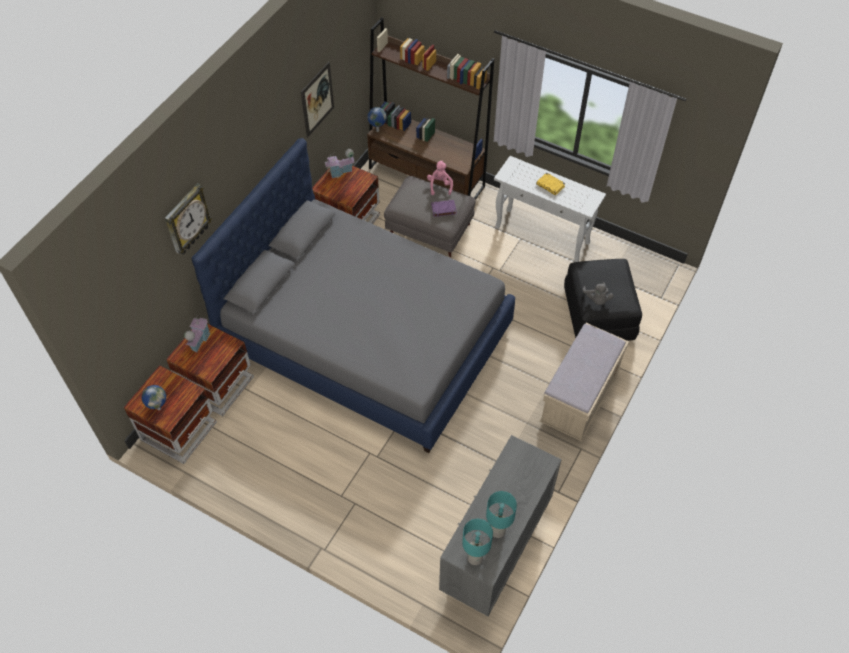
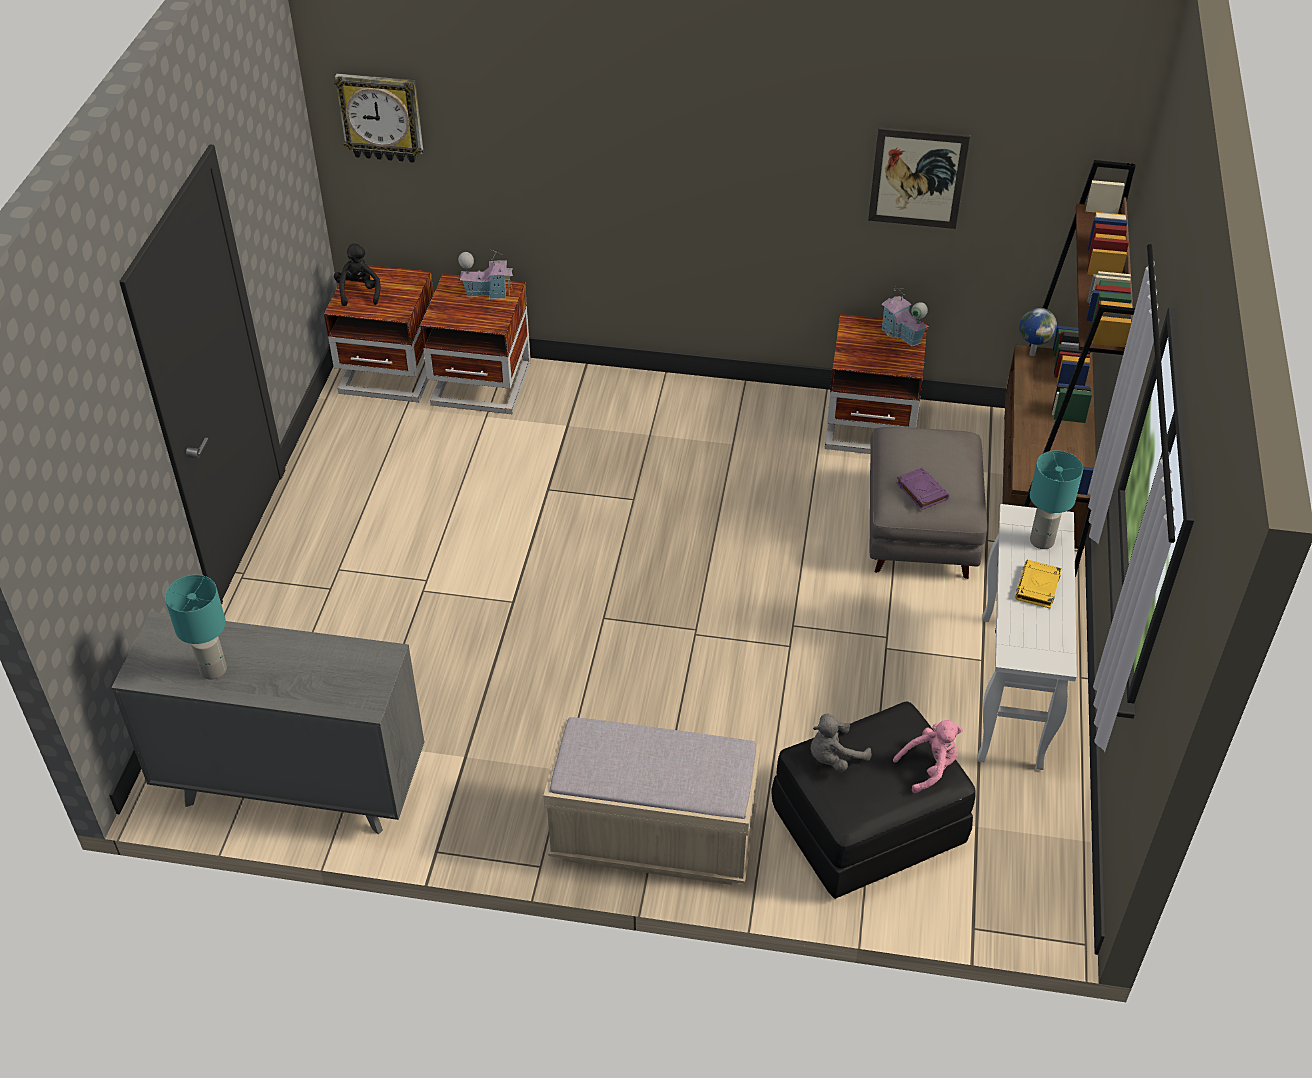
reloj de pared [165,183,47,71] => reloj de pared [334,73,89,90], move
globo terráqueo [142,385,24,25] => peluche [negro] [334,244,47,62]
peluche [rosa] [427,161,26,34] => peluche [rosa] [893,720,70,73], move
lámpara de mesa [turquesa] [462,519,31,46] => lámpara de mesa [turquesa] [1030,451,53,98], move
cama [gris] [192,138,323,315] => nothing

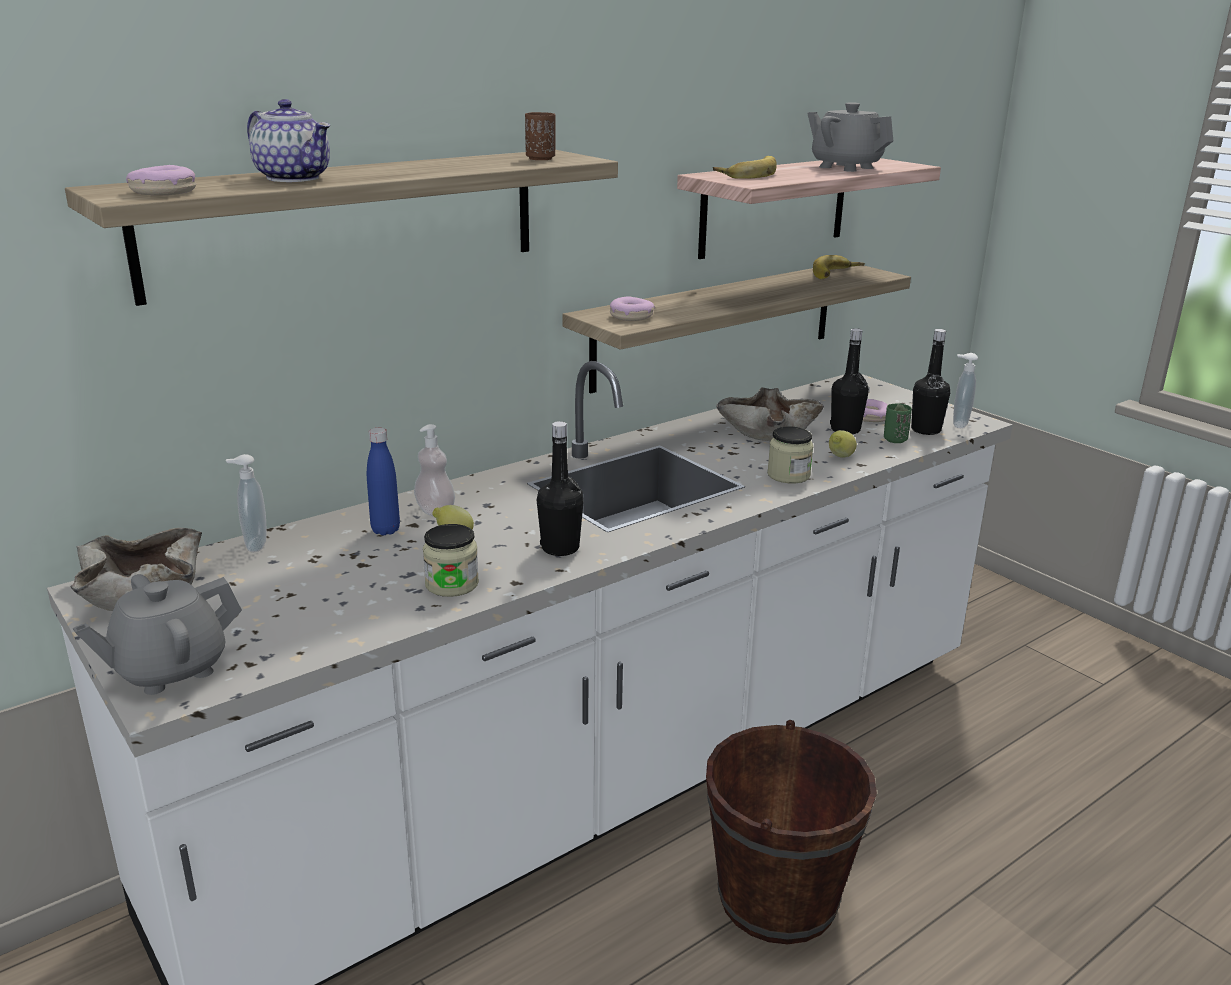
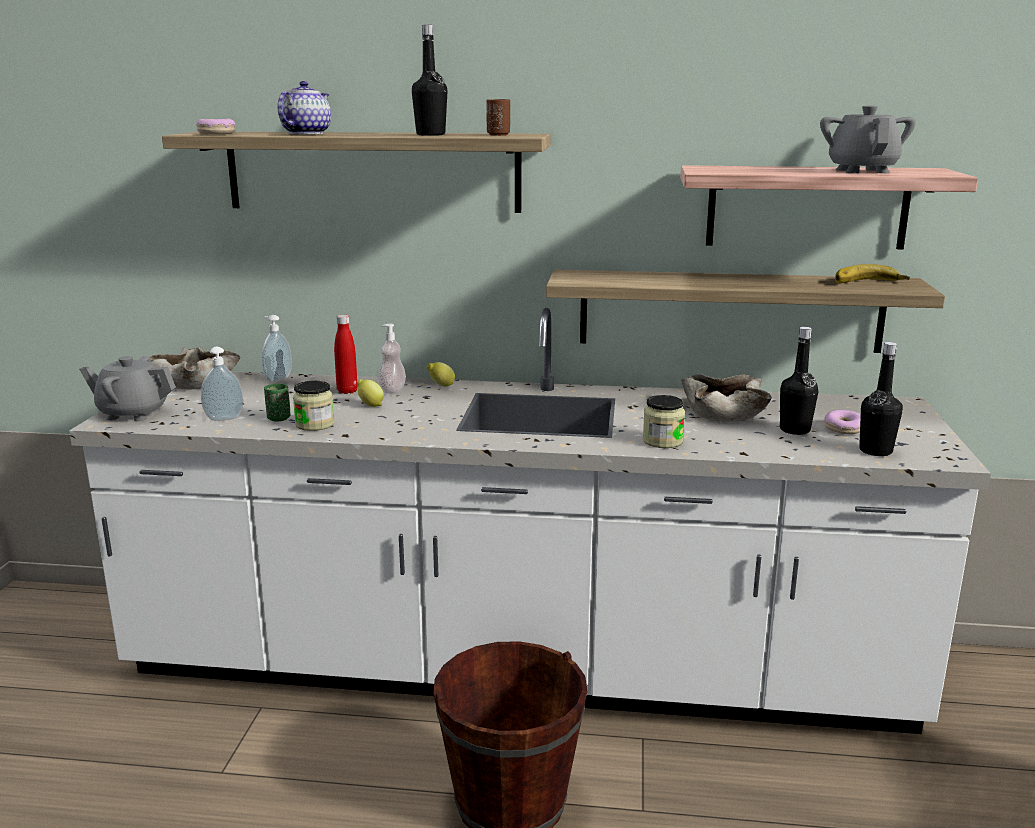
dispensador de jabón [953,353,25,75] => dispensador de jabón [201,347,42,74], move
taza [verde] [884,403,28,40] => taza [verde] [264,384,27,38], move
tetera [247,99,83,83] => tetera [277,81,54,53], 150 degrees counterclockwise
botella [azul] [367,428,33,107] => botella [rojo] [334,315,24,79]
botella [negro] [537,421,47,135] => botella [negro] [412,25,36,111], move
limón [829,430,28,28] => limón [427,362,28,24], move
rosquilla [610,296,45,25] => nothing
plátano [713,156,64,23] => nothing

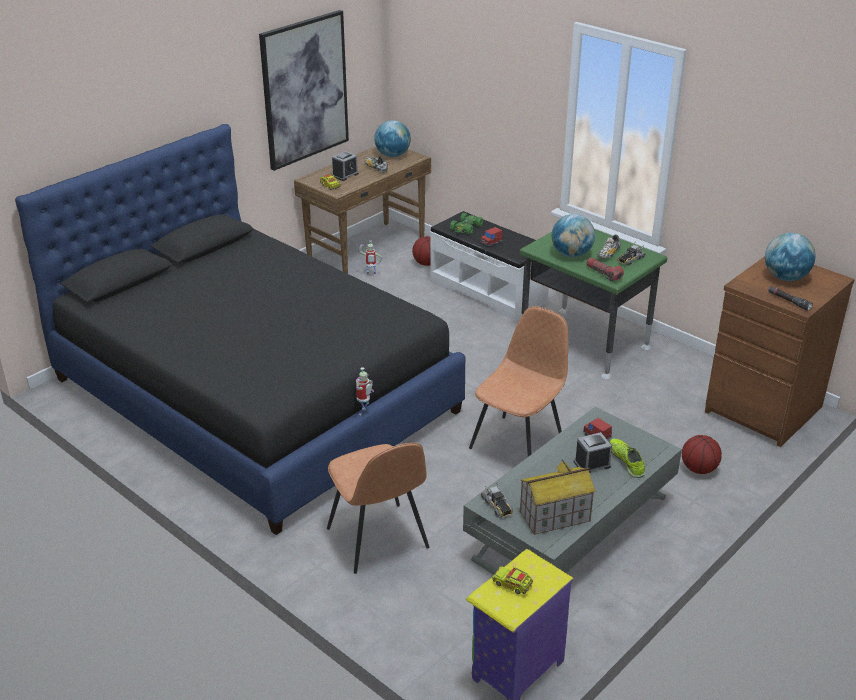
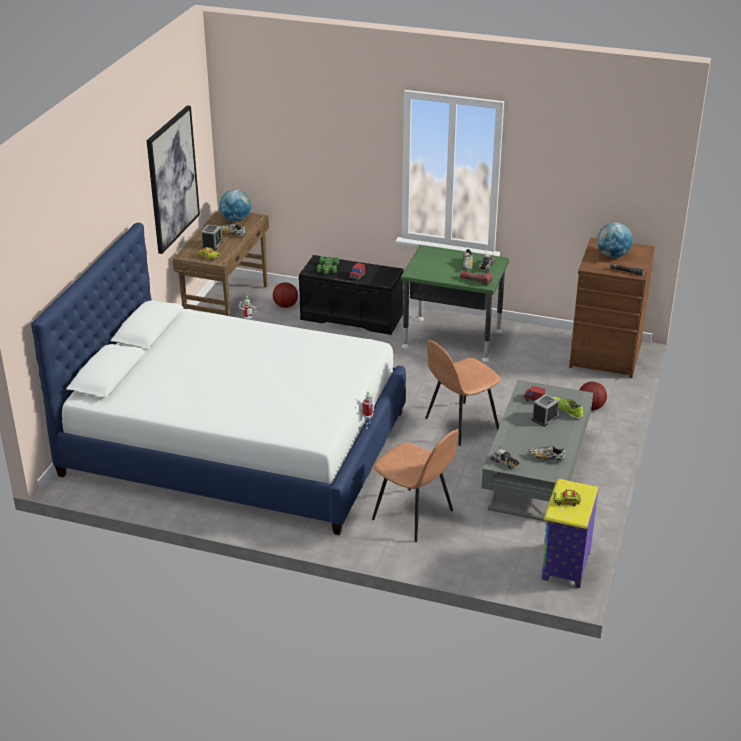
cama [negro] [15,124,451,411] => cama [blanco] [31,223,375,312]
banco [blanco] [430,211,119,110] => banco [negro] [298,255,106,80]
silla [marrón] [469,306,99,151] => silla [marrón] [425,340,76,106], 135 degrees counterclockwise
casita [520,459,75,76] => zapato [528,445,37,17]
globo terráqueo [552,214,43,43] => nothing

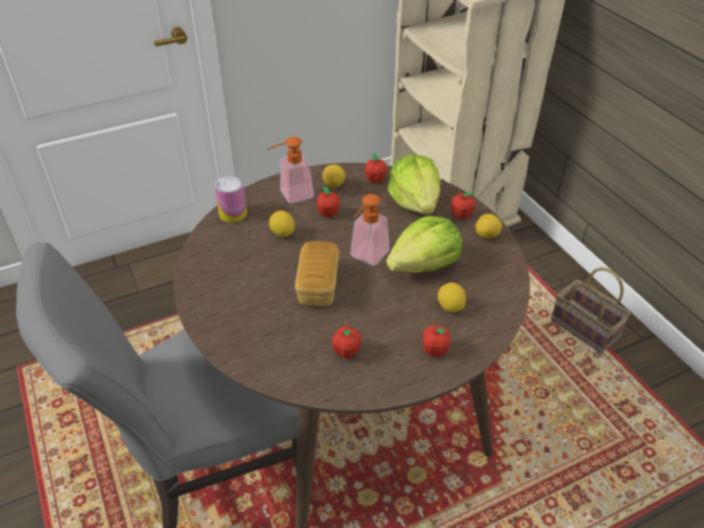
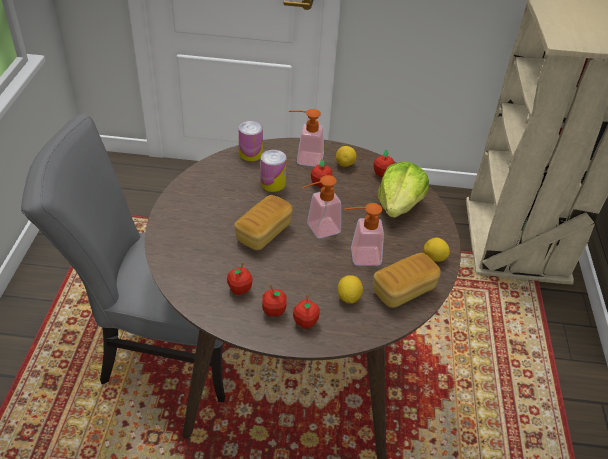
limón [269,210,26,27] => lata [261,150,26,42]
manzana [451,189,25,30] => manzana [262,284,25,33], move
lechuga [386,216,76,57] => dispensador de jabón [344,203,40,63]
nothing => pan [373,253,68,55]
cesta [551,267,80,86] => nothing

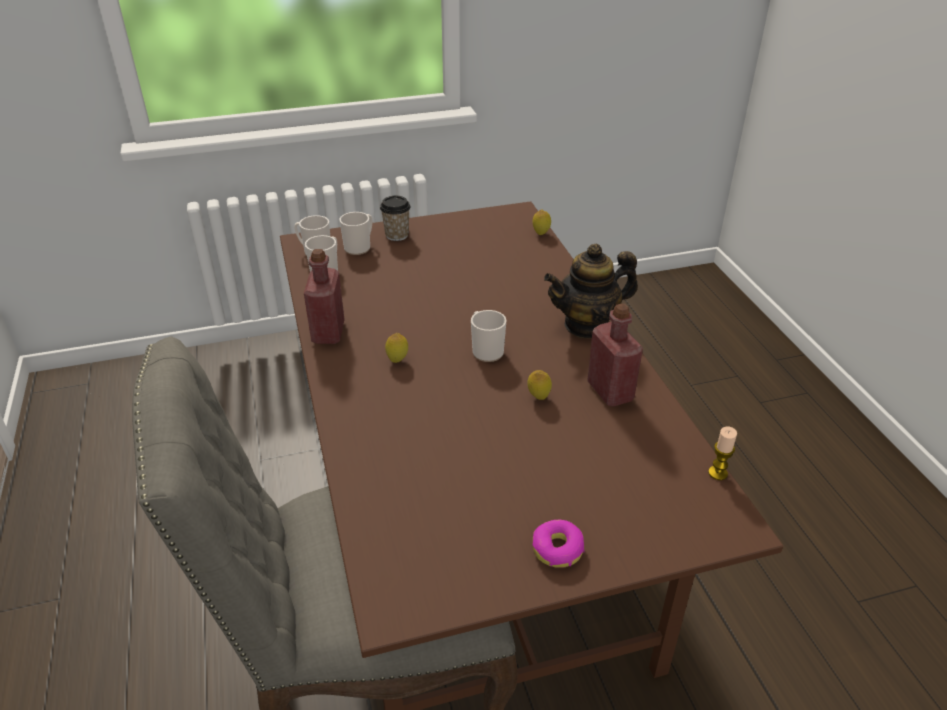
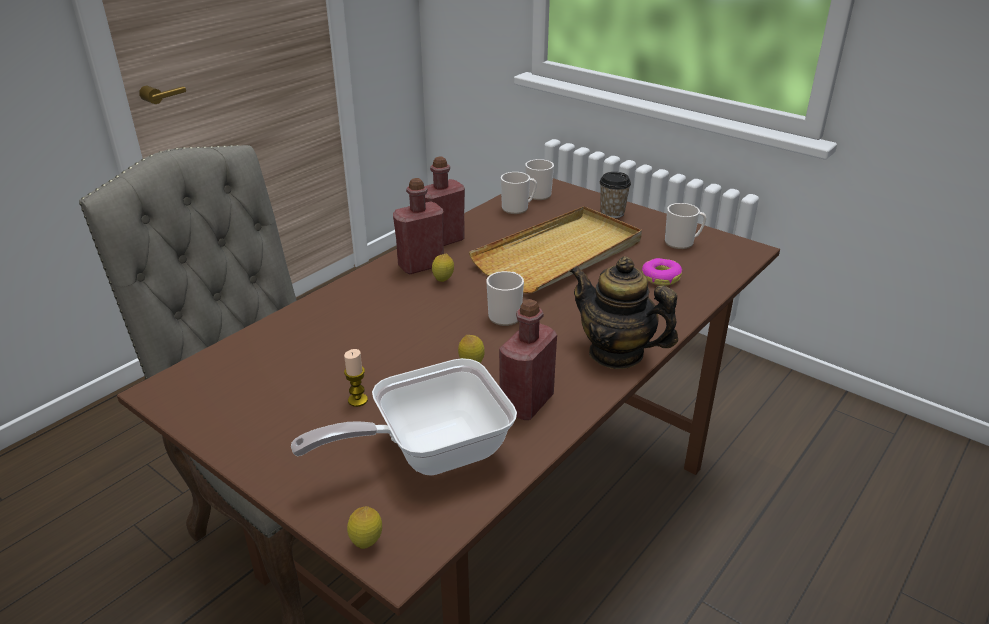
nothing => sartén [291,358,226,118]
vela [708,427,29,53] => vela [344,349,24,58], move
limón [533,209,18,26] => limón [347,506,35,43], move
nothing => botella [rojo] [393,178,51,96]
nothing => bandeja [beis] [469,206,173,87]
rosquilla [533,519,51,49] => rosquilla [642,258,40,27], move
taza grande [340,212,32,43] => taza grande [665,203,42,46], move

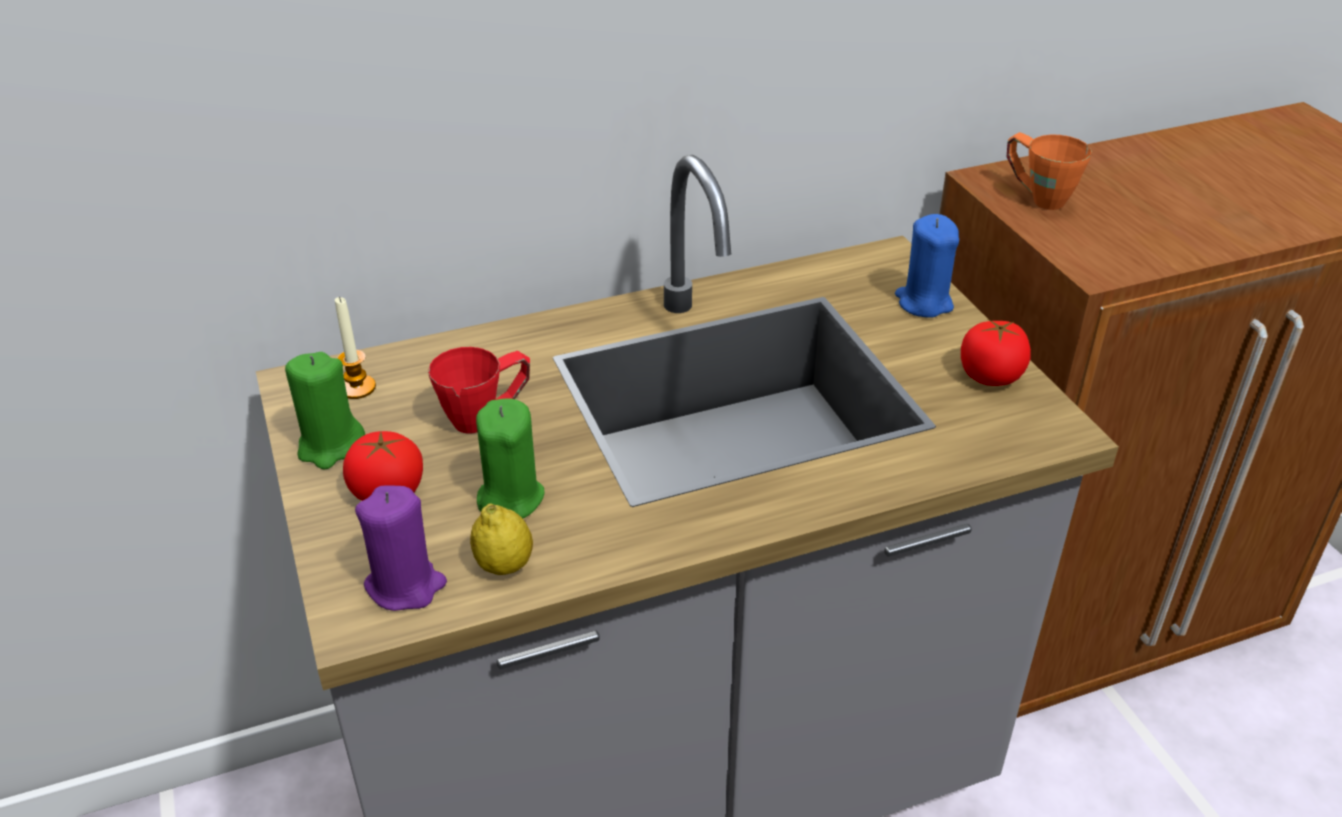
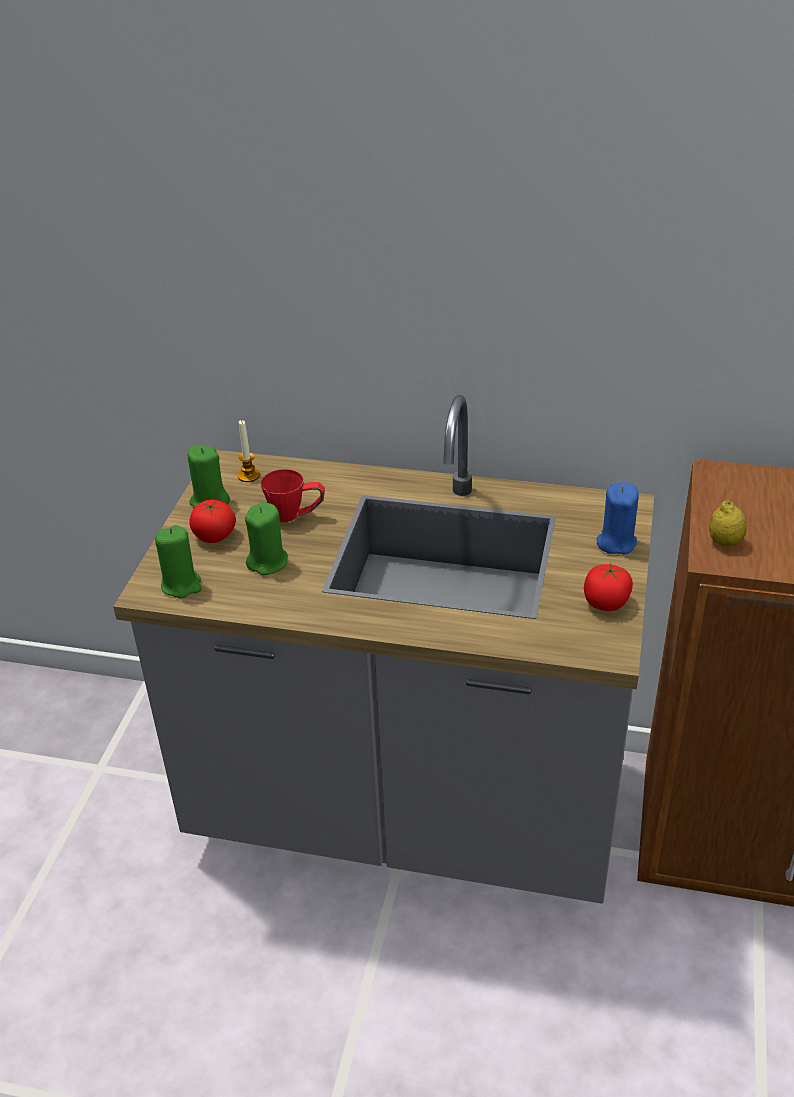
vela [morado] [355,486,92,125] => vela [verde] [155,525,47,74]
limón [470,503,63,72] => limón [709,500,38,46], move
taza grande [naranja] [1007,132,85,78] => nothing

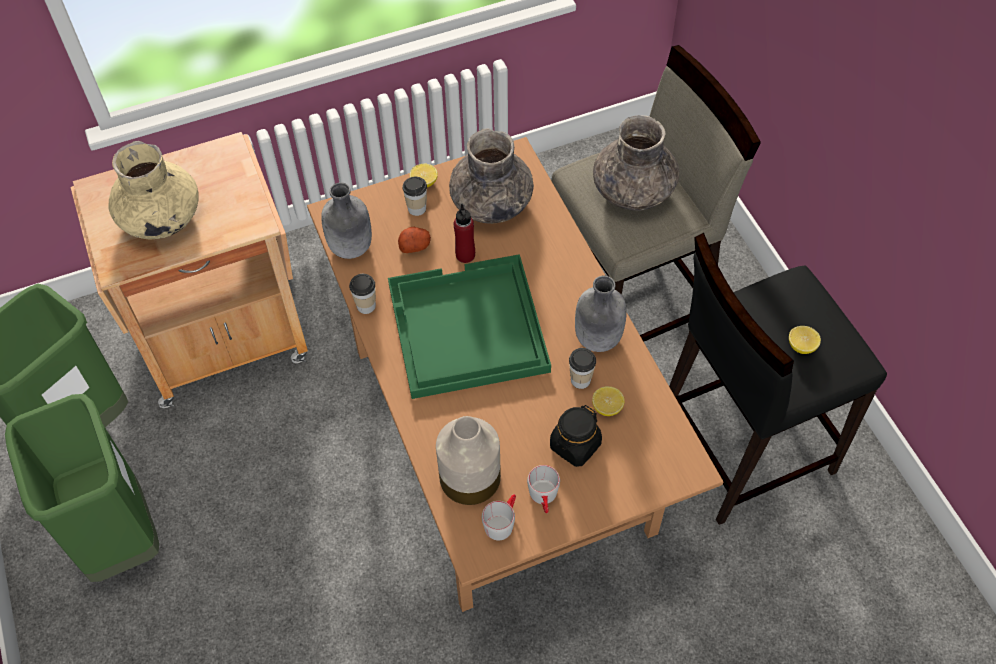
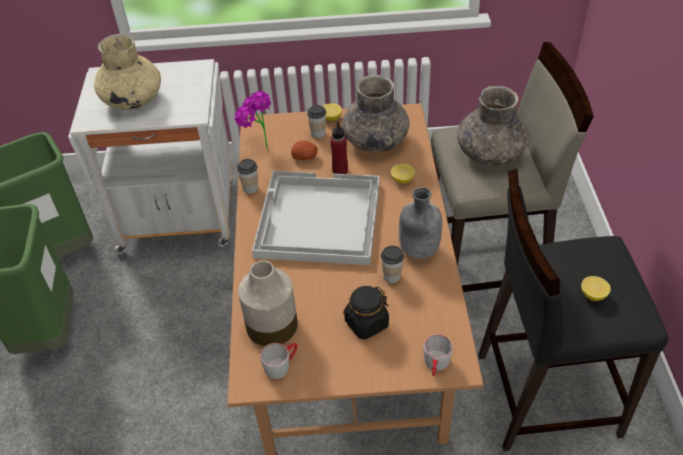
carrito [marrón] [71,132,237,276] => carrito [blanco] [68,59,165,195]
botella [gris] [321,182,51,77] => planta en maceta [235,91,36,58]
bandeja [verde] [388,254,163,145] => bandeja [blanco] [252,171,128,94]
limón [592,386,33,30] => limón [391,164,24,19], move
taza grande [gris] [527,465,33,48] => taza grande [gris] [423,334,30,42], move

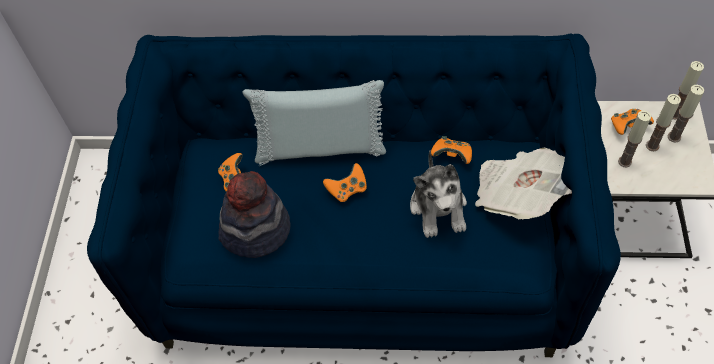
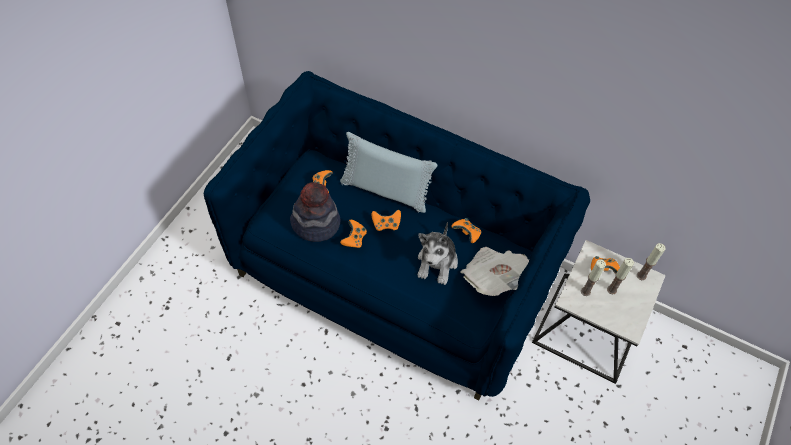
nothing => mando de consola [naranja] [340,220,27,28]
vela [667,85,37,58] => nothing

